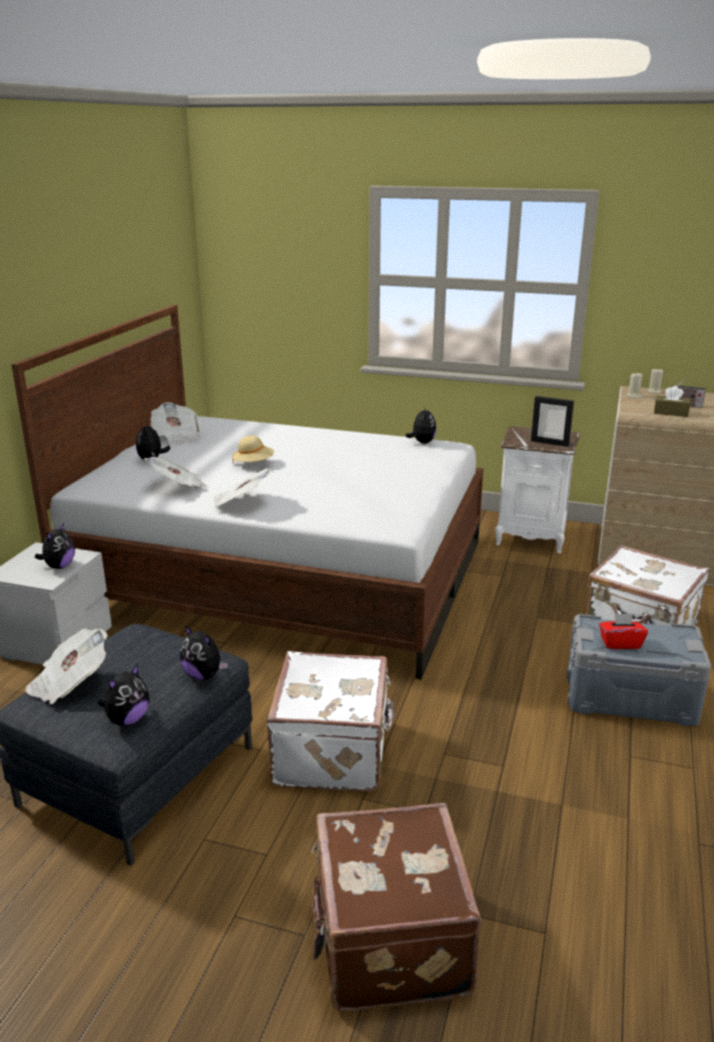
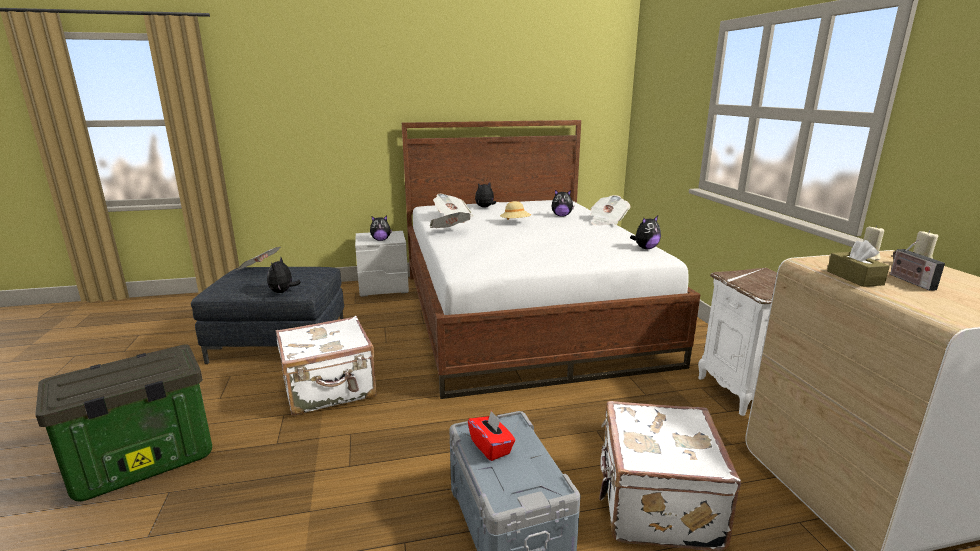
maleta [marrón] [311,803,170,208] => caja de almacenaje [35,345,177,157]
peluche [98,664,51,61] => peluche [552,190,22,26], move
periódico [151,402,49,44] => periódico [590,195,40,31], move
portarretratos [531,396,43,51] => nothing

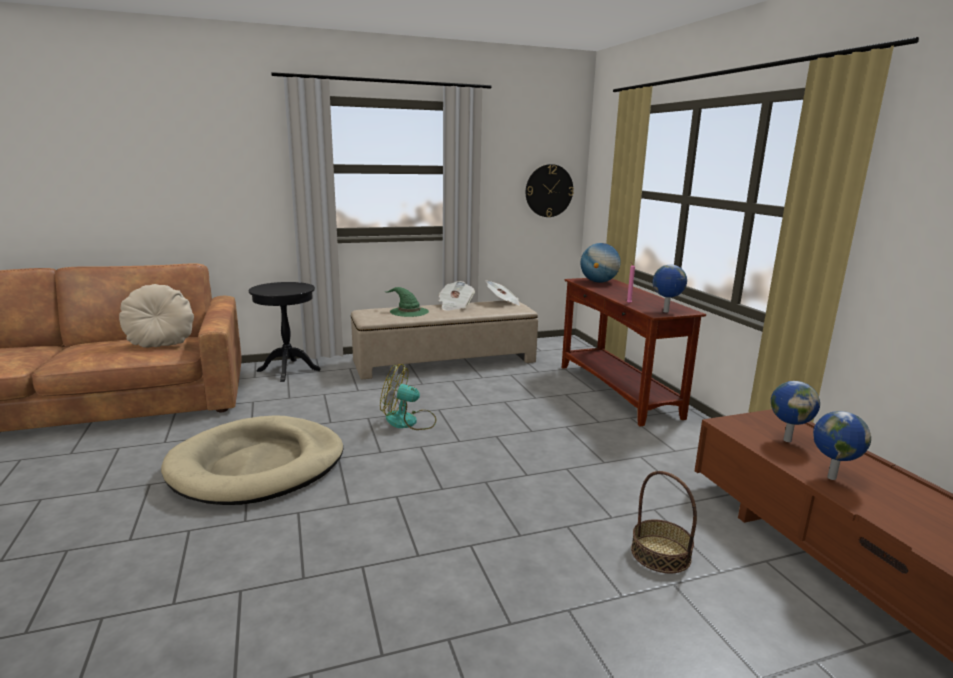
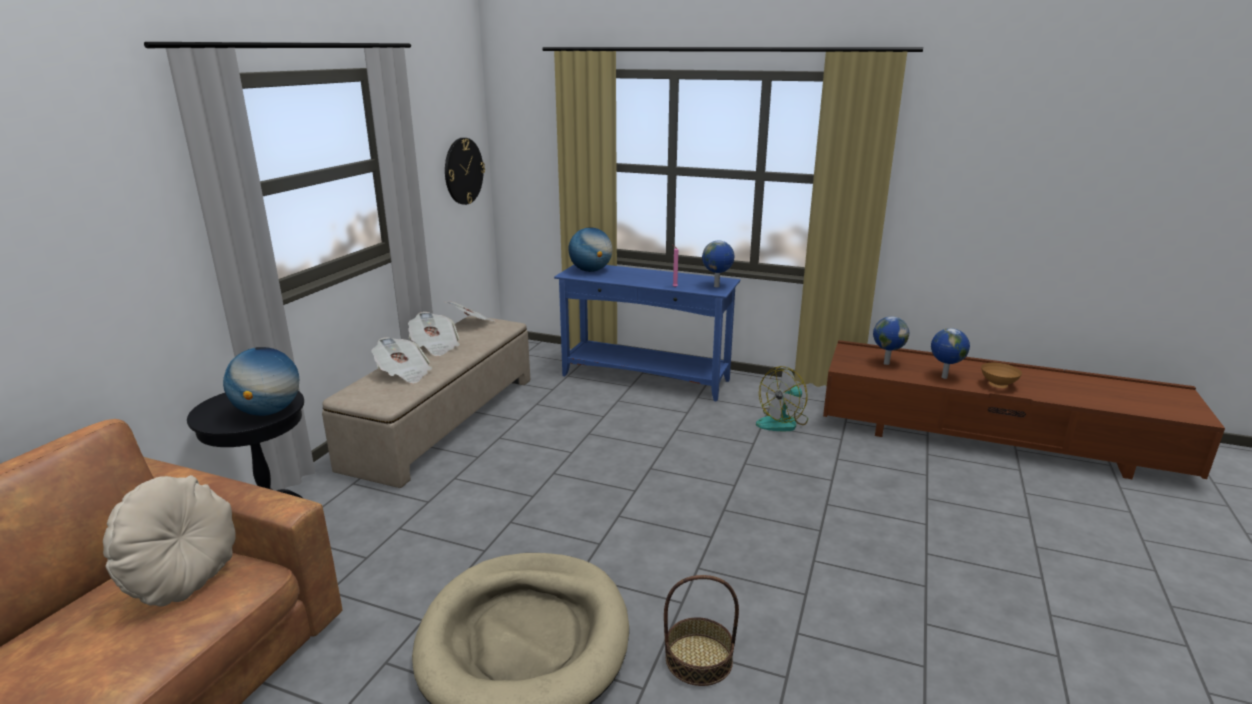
nothing => globo terráqueo [223,347,76,69]
sombrero [verde] [384,287,45,30] => periódico [372,337,60,47]
mesa consola [marrón] [562,278,144,149] => mesa consola [azul] [554,265,186,137]
cesta [631,471,66,103] => cesta [664,575,75,111], move
ventilador [380,364,56,66] => ventilador [756,366,52,66], move
nothing => cuenco [marrón] [981,363,41,25]

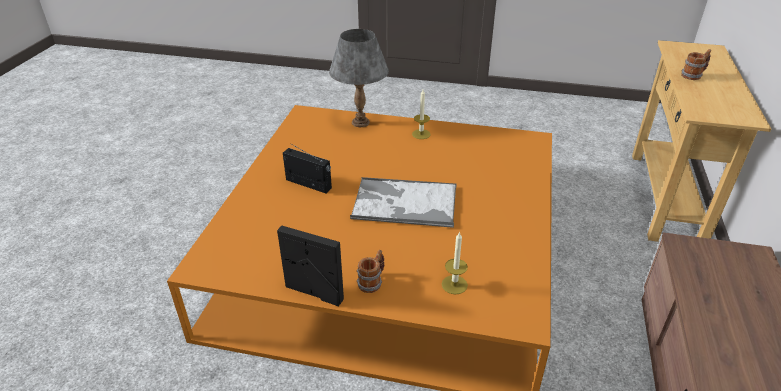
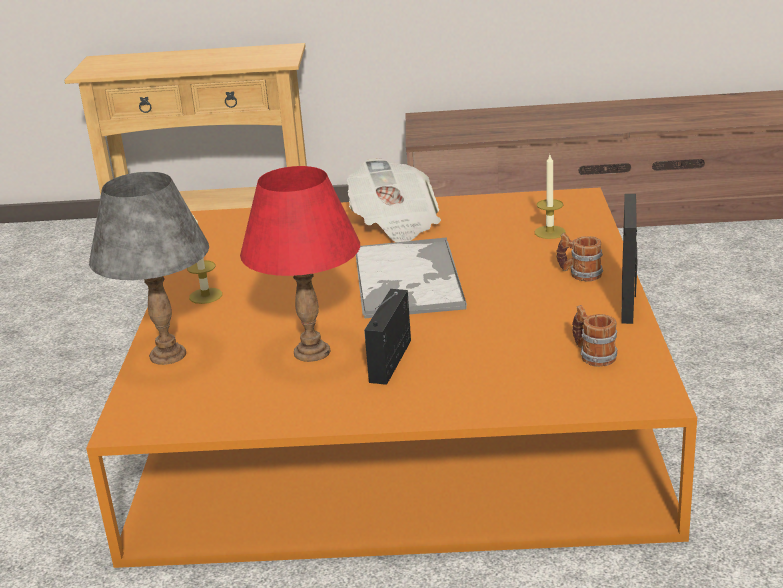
nothing => lámpara de mesa [rojo] [240,166,120,196]
nothing => periódico [347,158,94,84]
taza grande [681,49,30,31] => taza grande [572,305,46,62], move

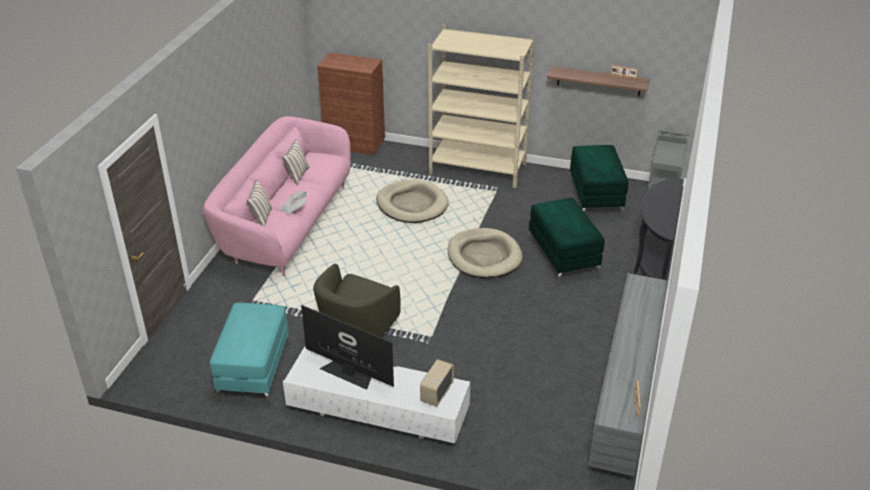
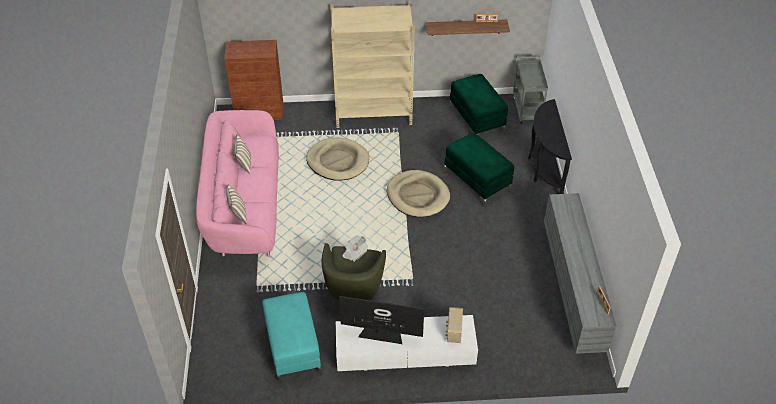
periódico [280,190,28,25] => periódico [342,235,26,27], move

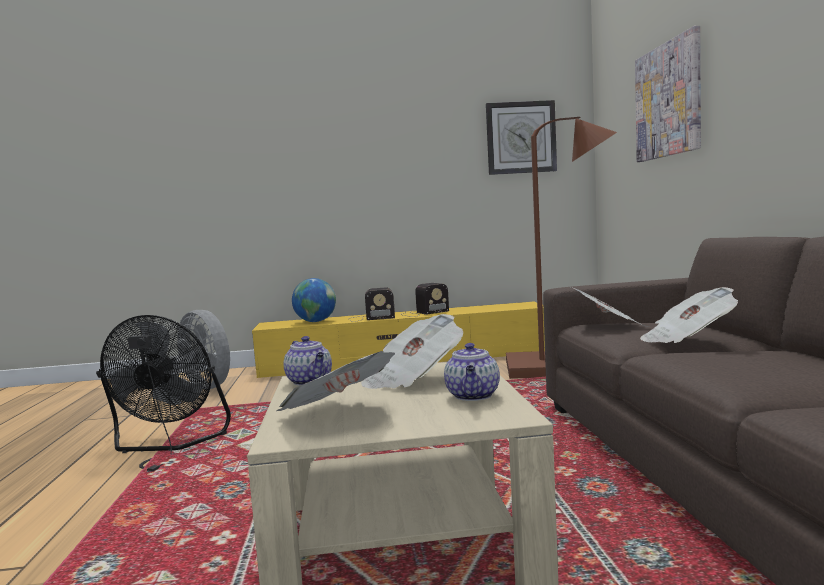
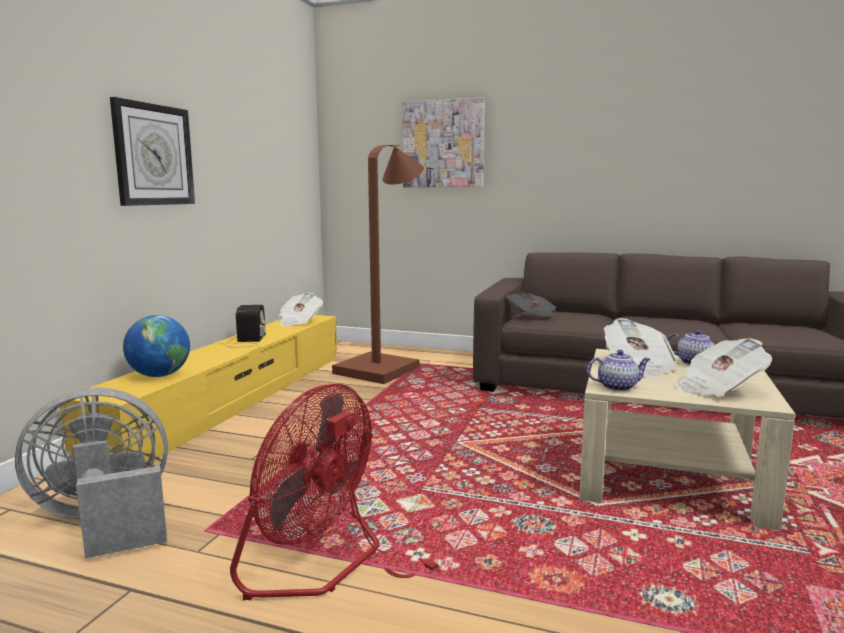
reloj de pared [486,100,71,75] => reloj de pared [110,97,85,109], move
ventilador [negro] [96,315,135,157] => ventilador [rojo] [230,384,208,217]
periódico [640,287,98,56] => periódico [279,292,44,35], move
radio [348,288,47,34] => nothing

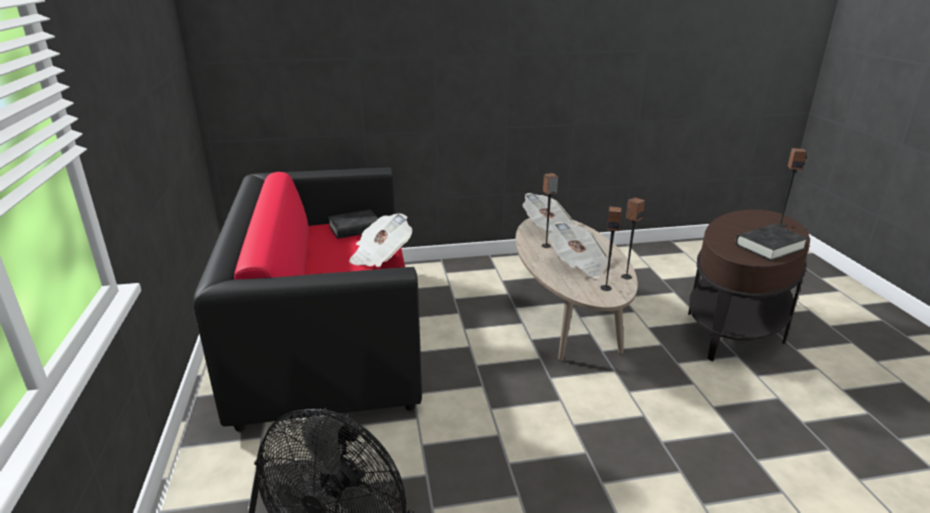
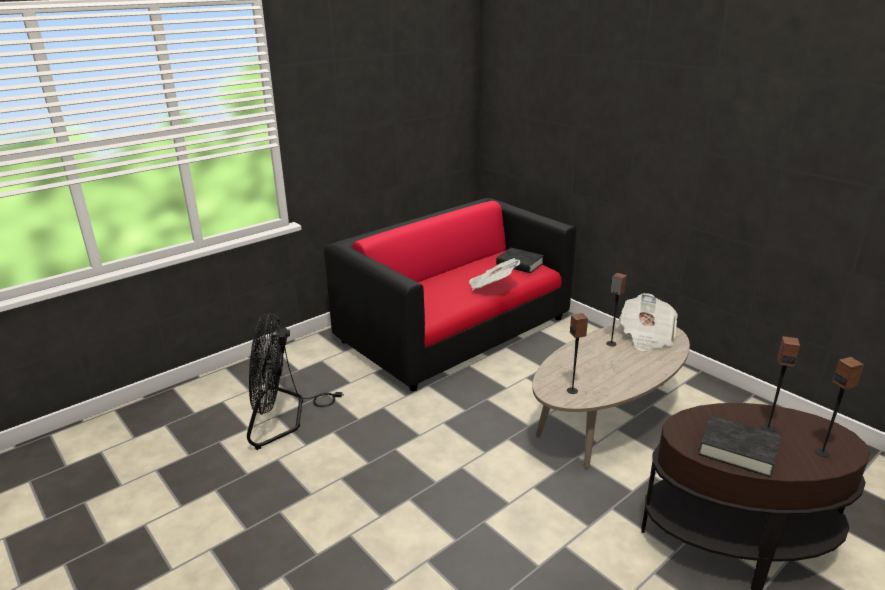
altavoz [621,197,24,82] => altavoz [761,336,39,96], move
periódico [549,222,62,57] => nothing

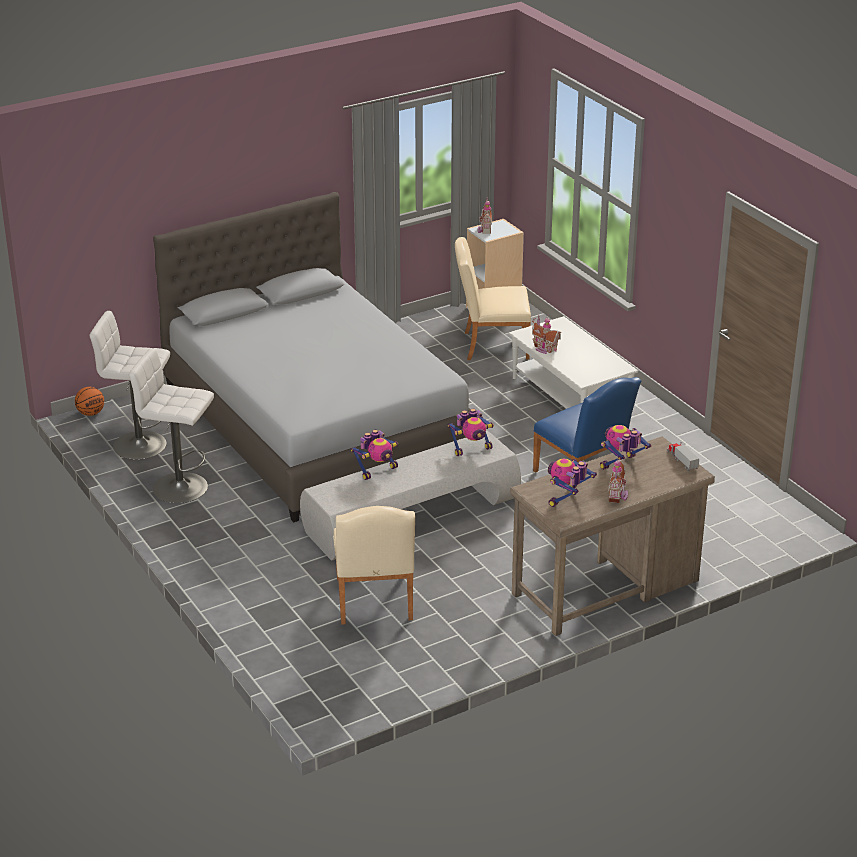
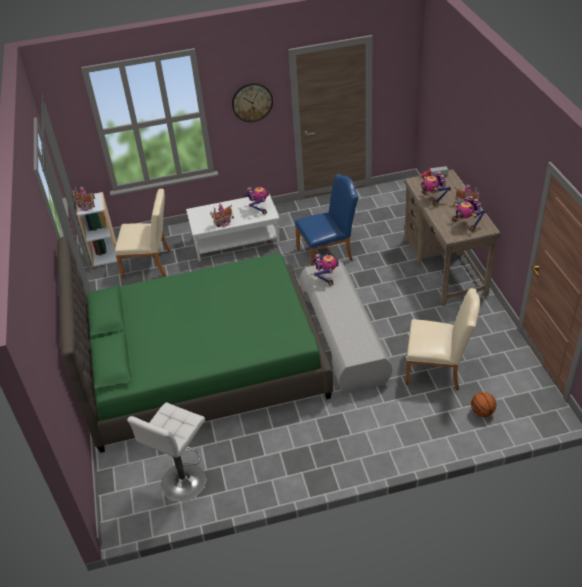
cama [gris] [153,192,324,330] => cama [verde] [57,237,276,216]
silla [beis] [455,237,76,123] => silla [beis] [115,189,56,90], 105 degrees counterclockwise
nothing => reloj de pared [232,83,41,39]
robot de juguete [351,430,47,50] => robot de juguete [243,187,26,27], move
balón de baloncesto [75,387,29,29] => balón de baloncesto [471,392,25,25], move
taburete [blanco] [129,348,85,155] => nothing

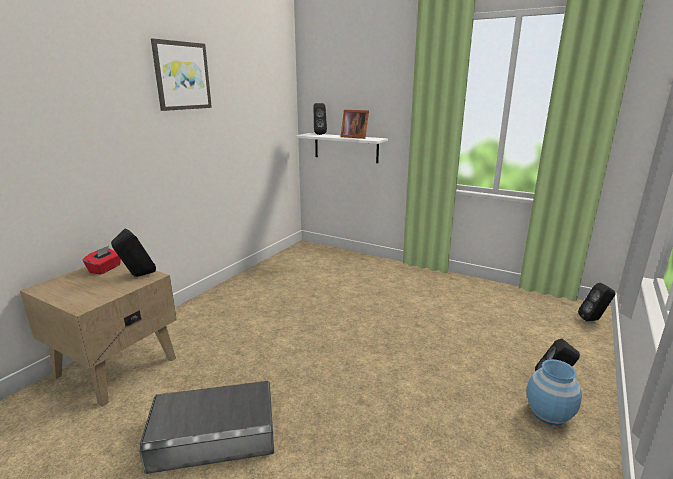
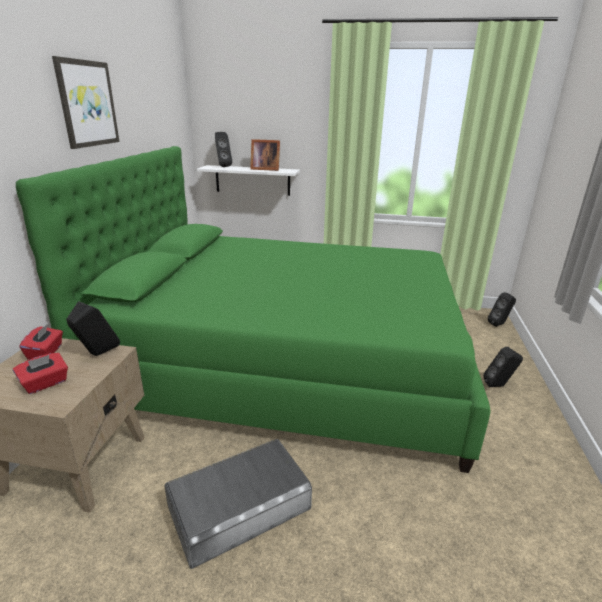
nothing => caja de pañuelos [rojo] [13,353,55,41]
nothing => cama [verde] [16,146,475,327]
florero [azul] [526,359,56,67] => nothing

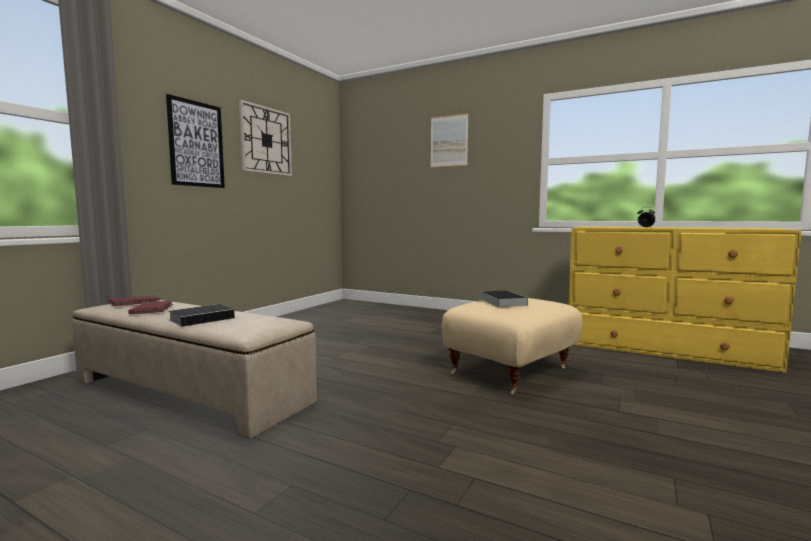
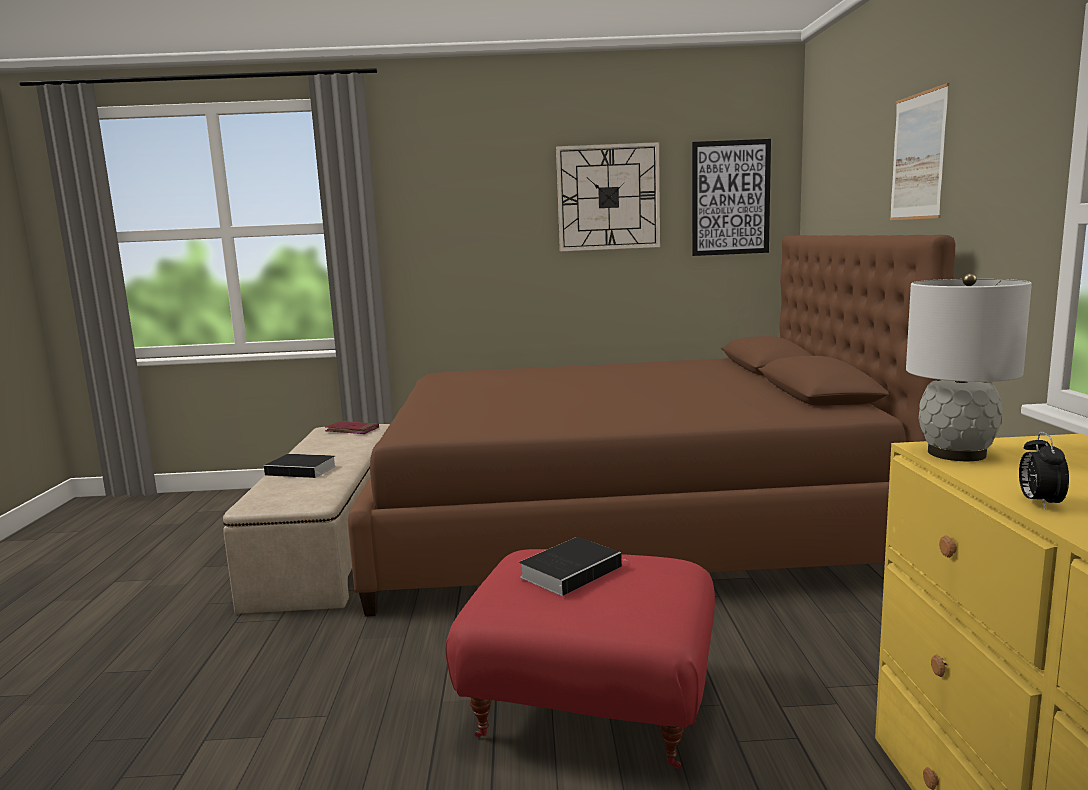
nothing => cama [marrón] [348,235,607,382]
puf [beis] [442,298,140,96] => puf [rojo] [445,549,270,220]
cuadro [166,94,59,94] => cuadro [692,139,79,117], move
nothing => lámpara de mesa [blanco] [906,273,126,188]
libro [rojo] [128,300,45,14] => nothing

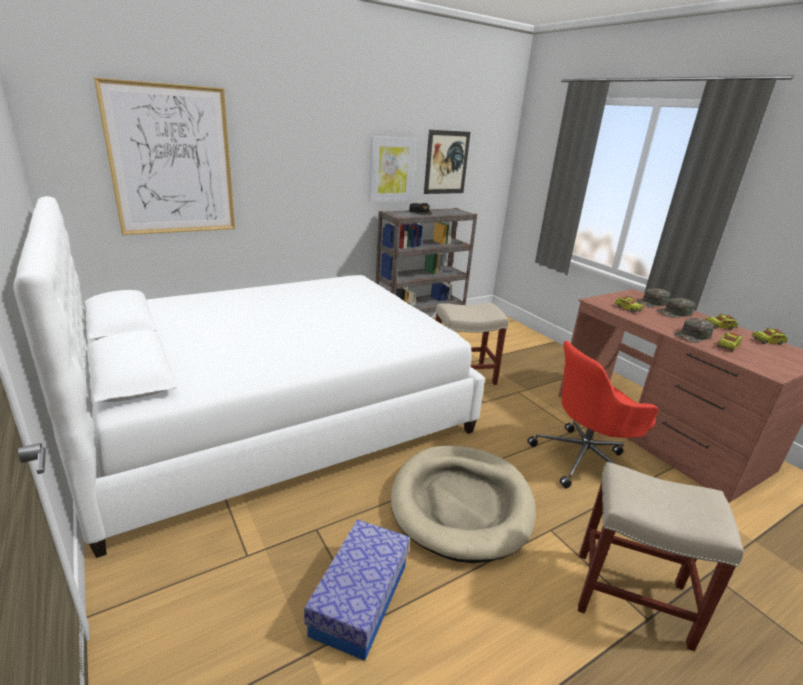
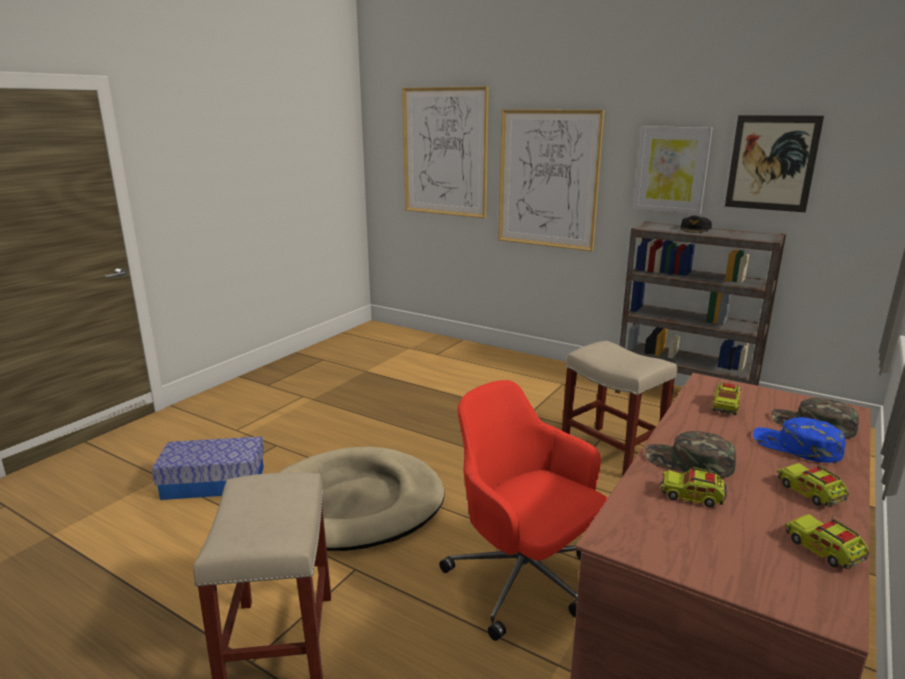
nothing => cuadro [498,109,106,142]
gorra [verde] [656,298,39,20] => gorra [azul] [753,417,92,46]
cama [blanco] [13,196,472,362] => nothing

